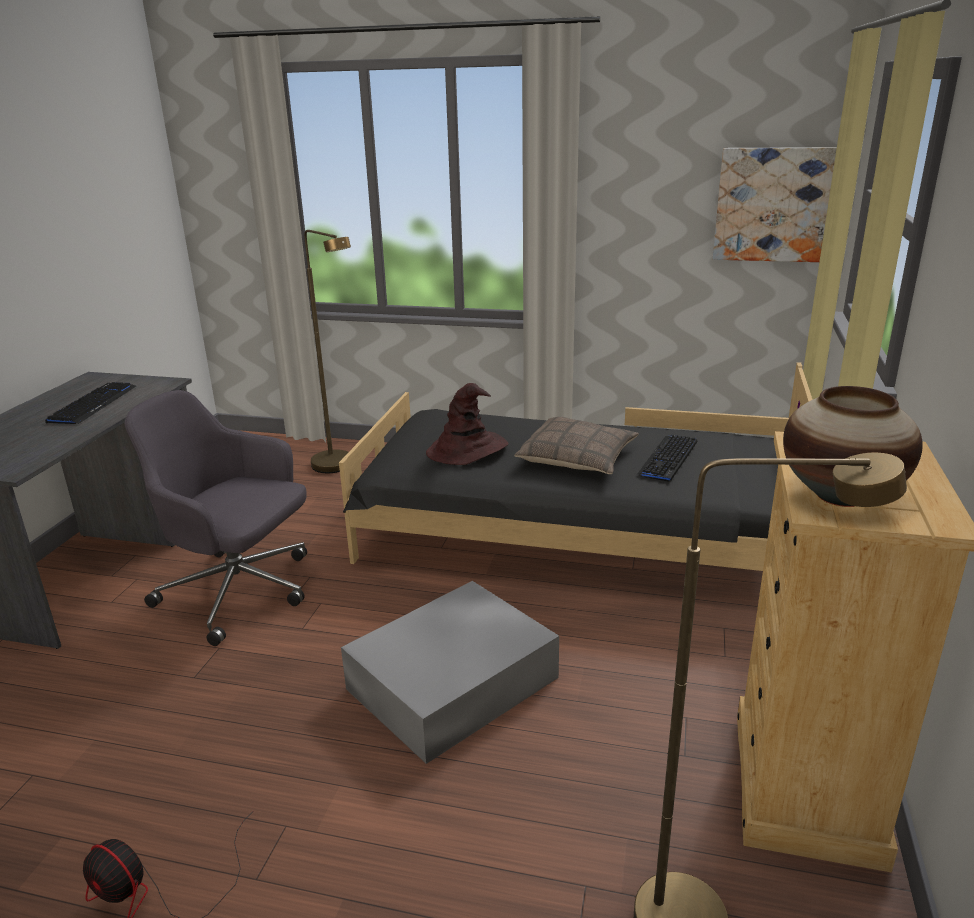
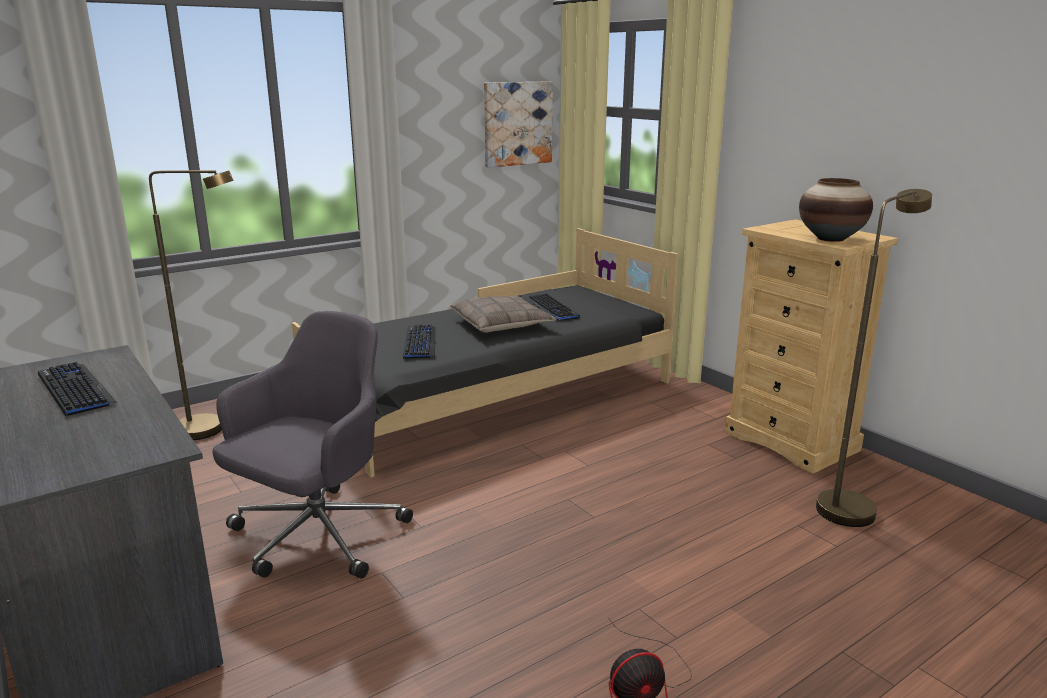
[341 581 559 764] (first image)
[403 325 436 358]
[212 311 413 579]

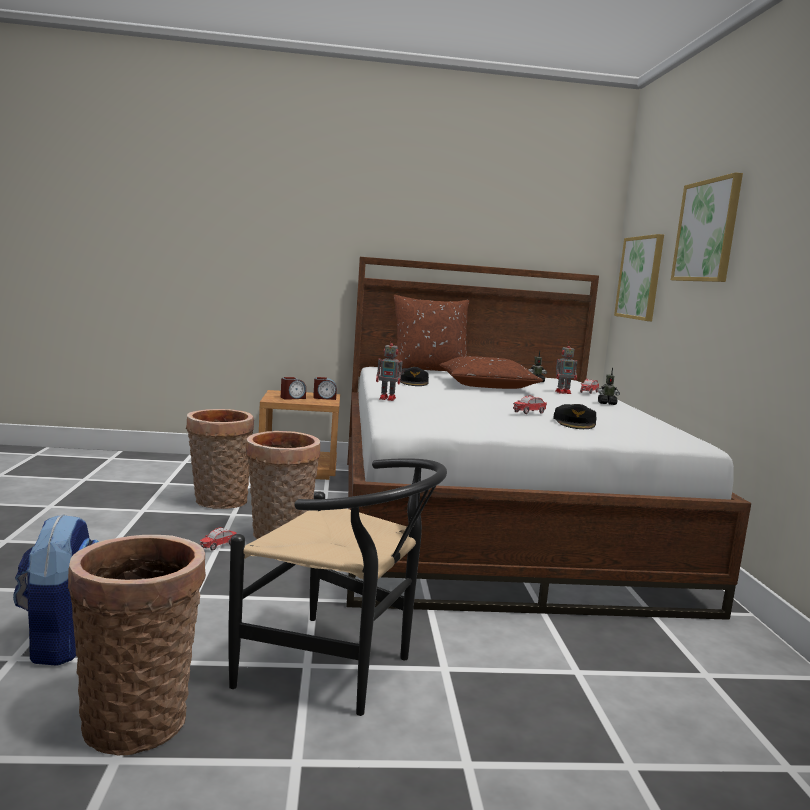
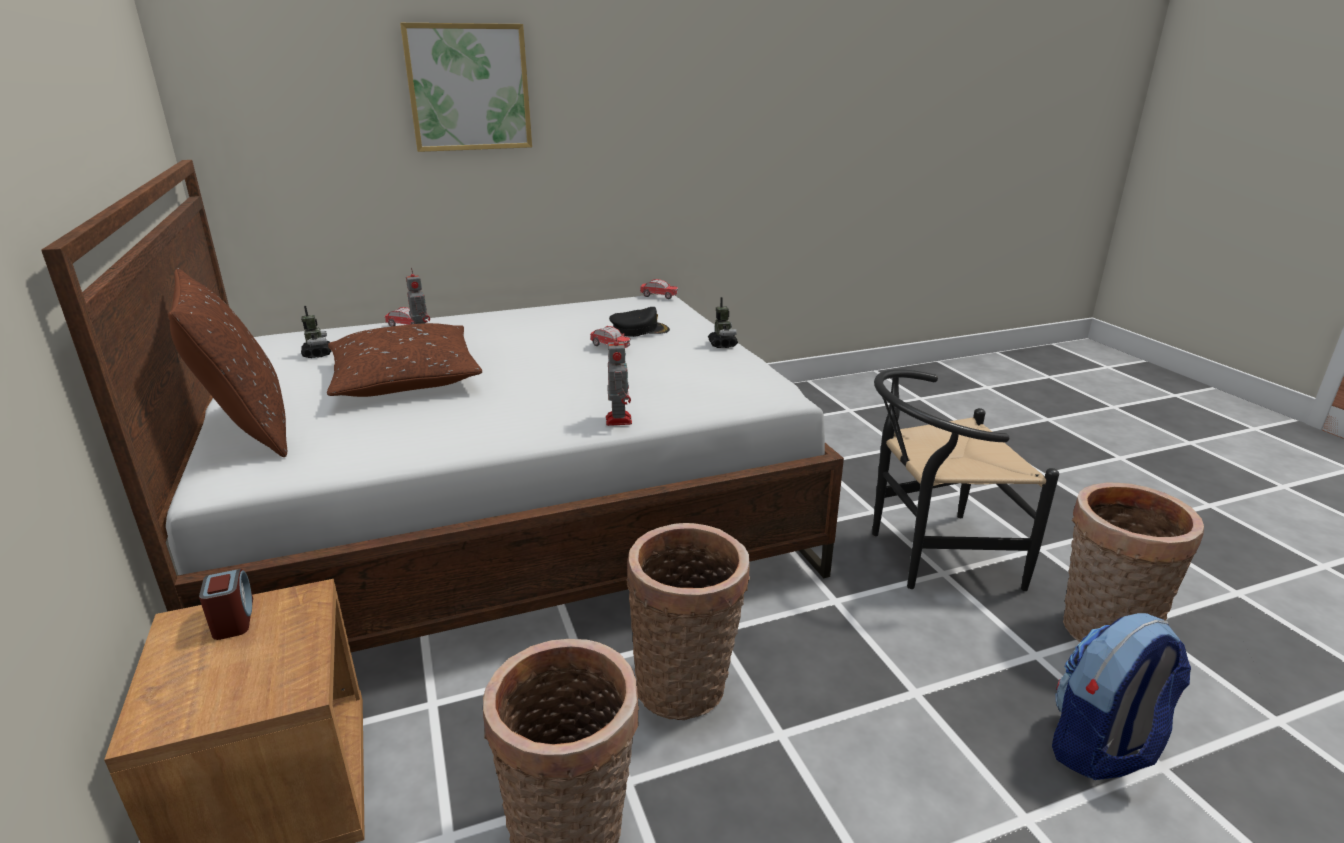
[281 377 306 400] (first image)
[398 367 429 386] (first image)
[614 234 664 321] (first image)
[640 279 678 299]
[708 297 738 348]
[872 369 1059 591]

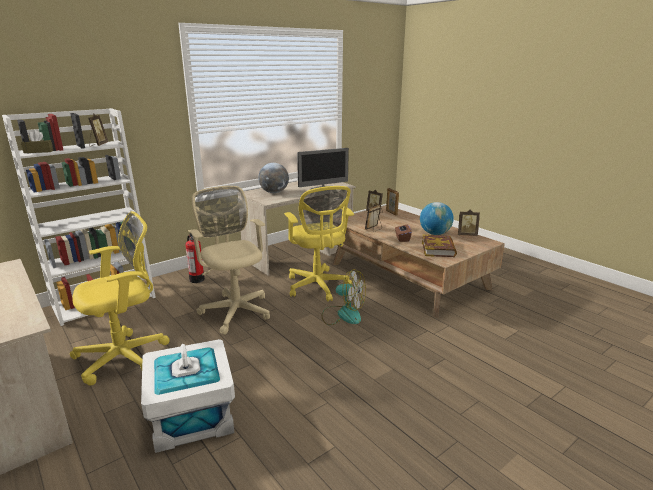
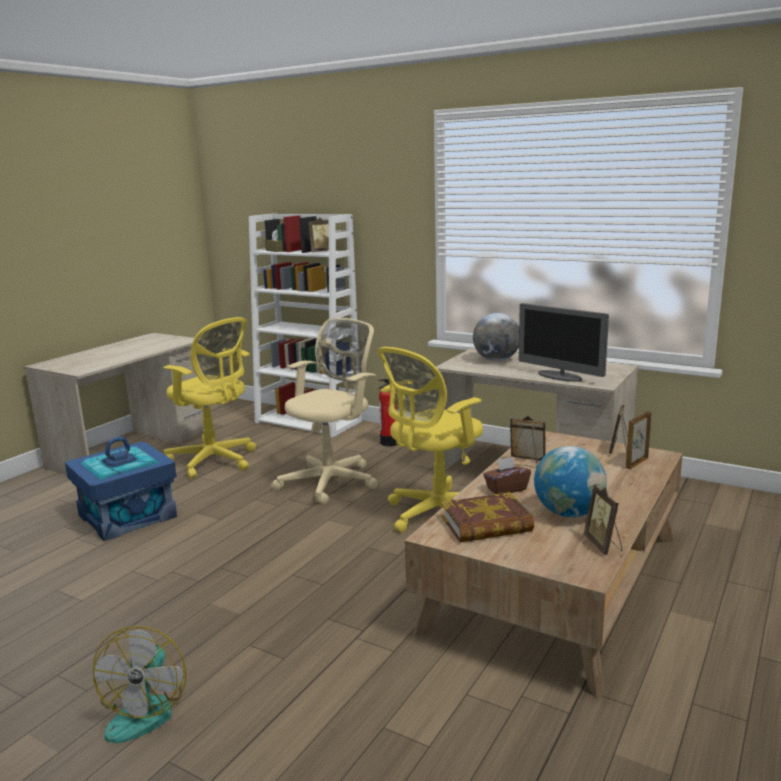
[93 626 186 743]
[65 437 178 541]

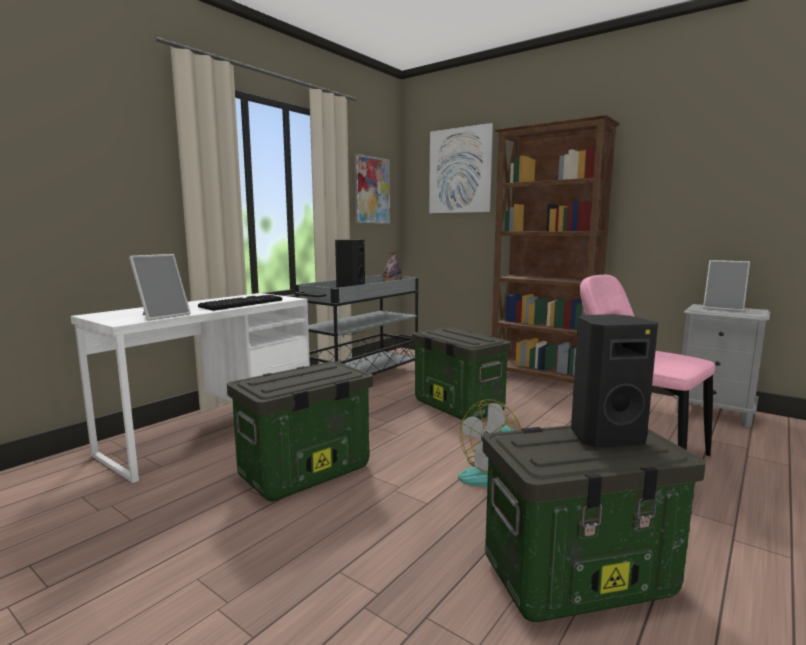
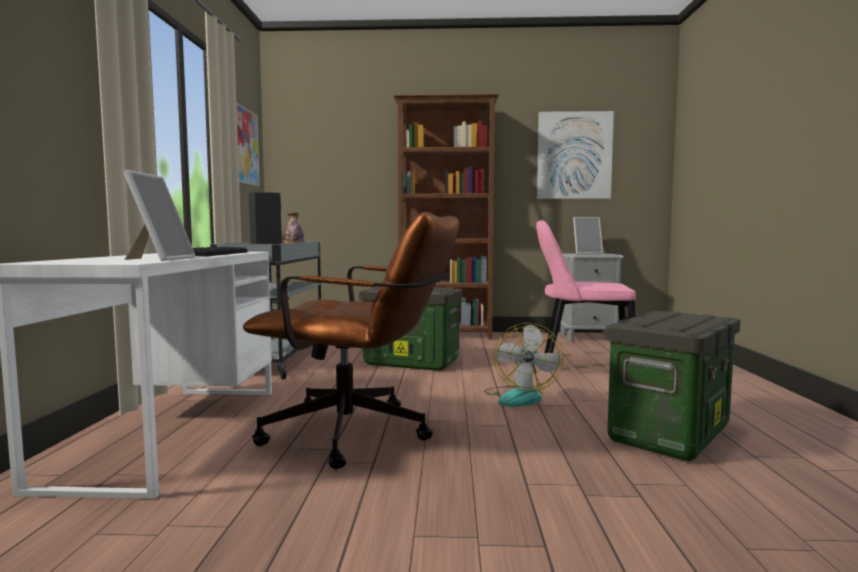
[571 314 658 447] (first image)
[537 111 614 199]
[243 212 459 469]

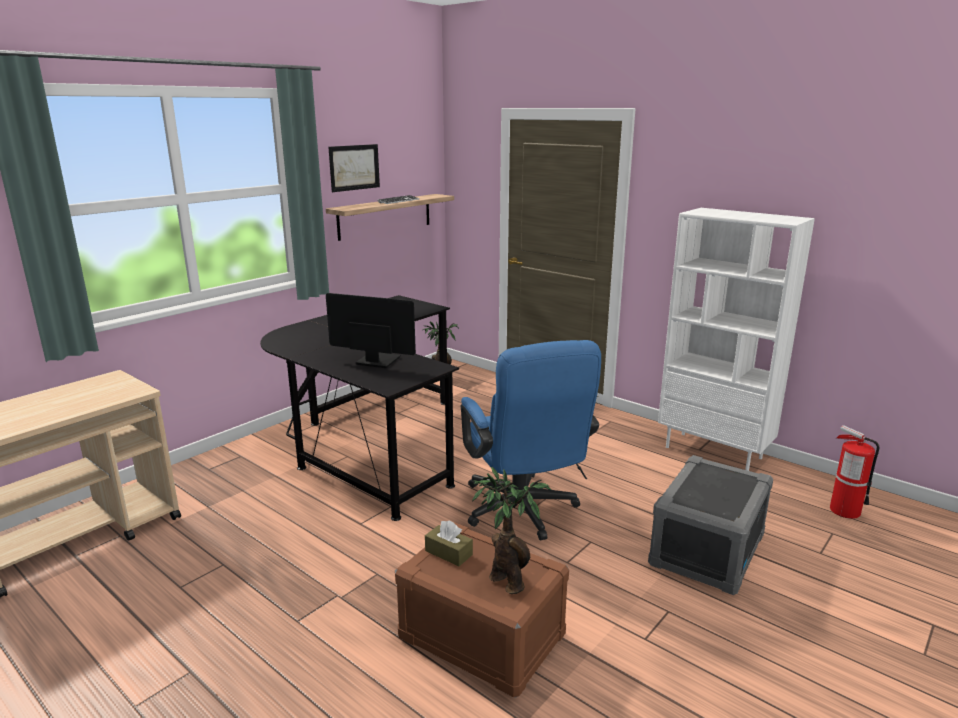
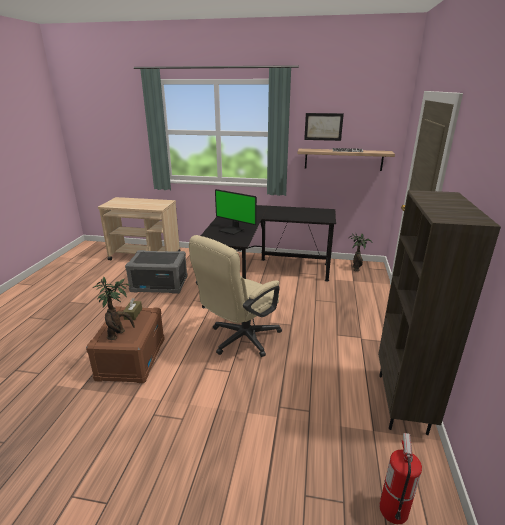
[125 250 188 294]
[189 235 282 357]
[378 190 501 435]
[215 189 257 235]

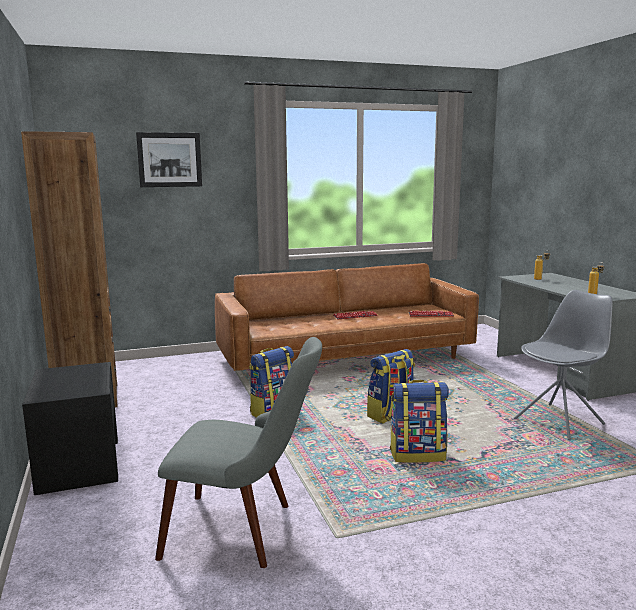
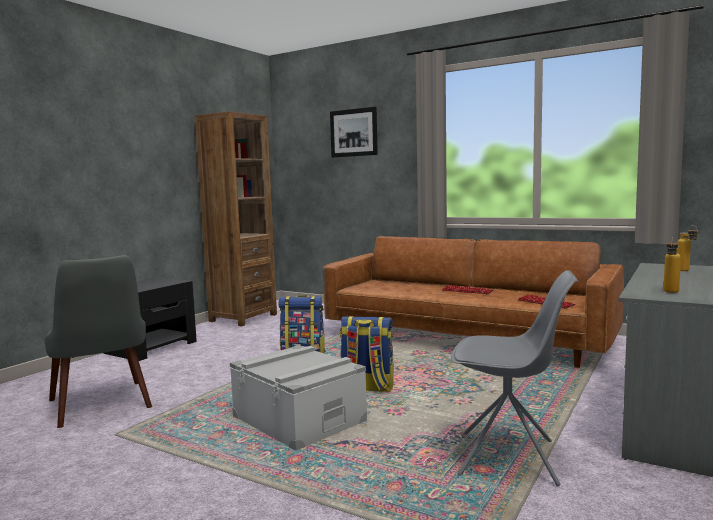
[230 345 367 451]

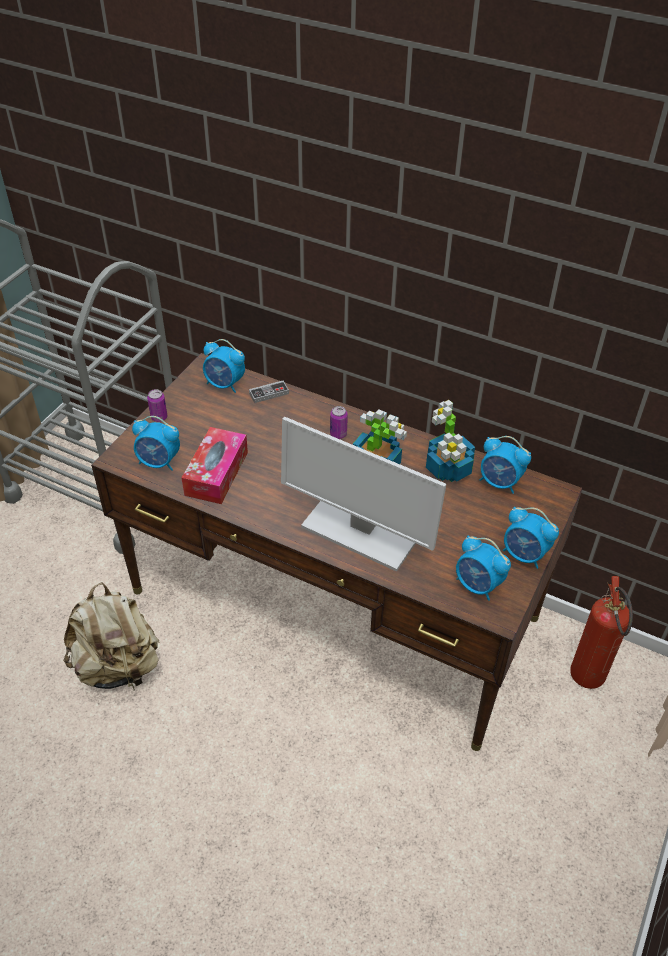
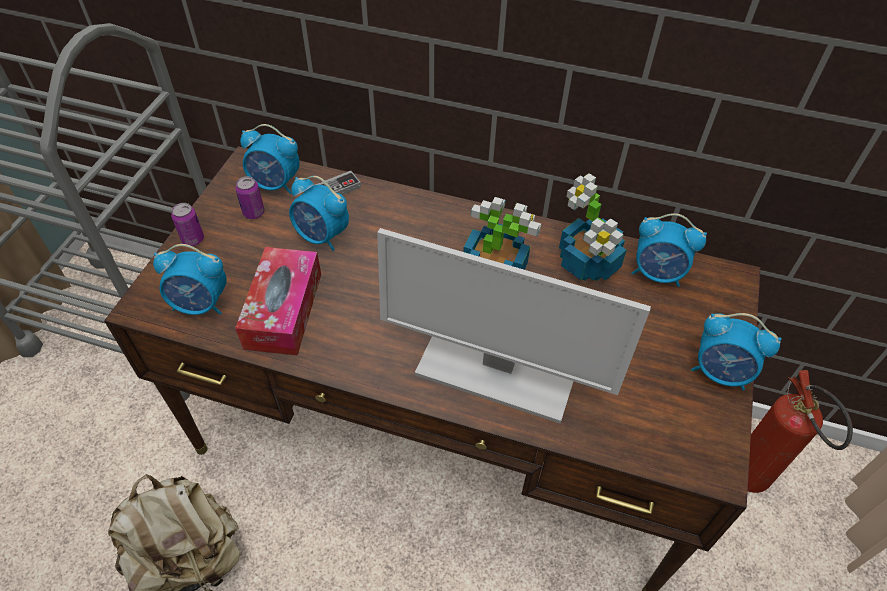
[235 176 264 219]
[289 176 349 251]

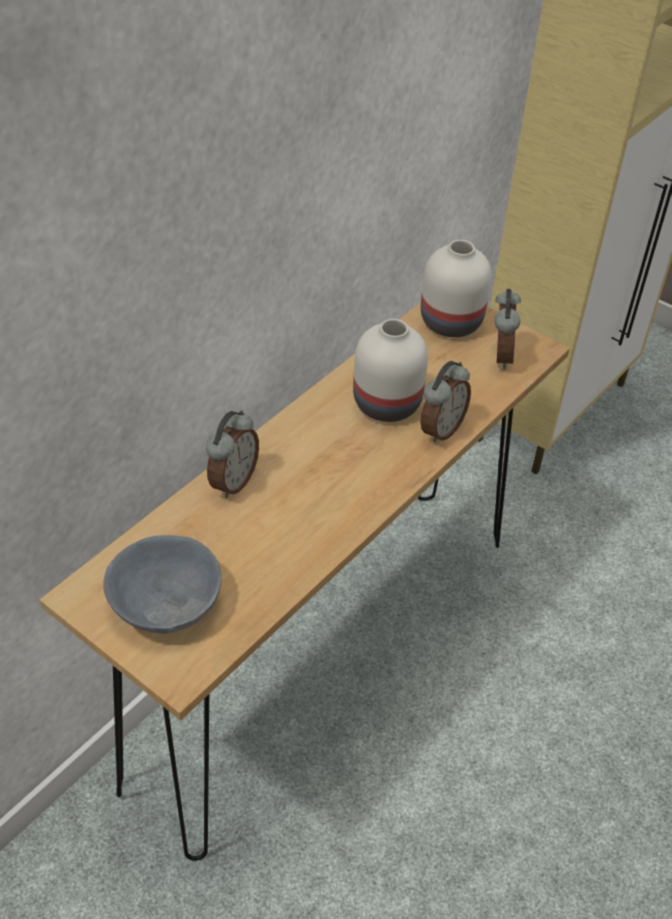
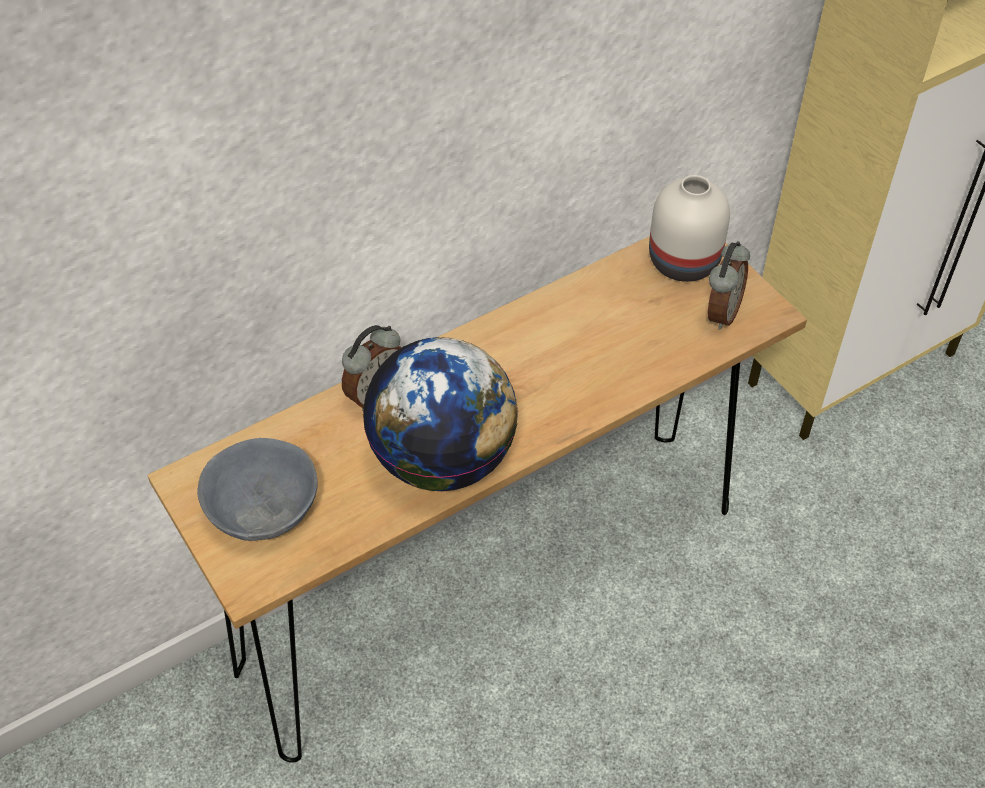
[353 319 428 422] (first image)
[420 361 471 444] (first image)
[363 337 518 491]

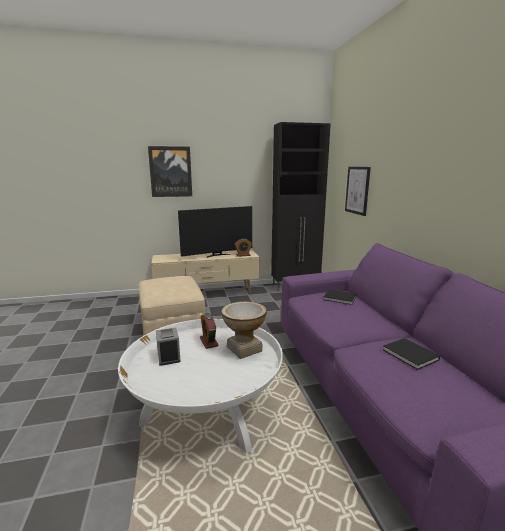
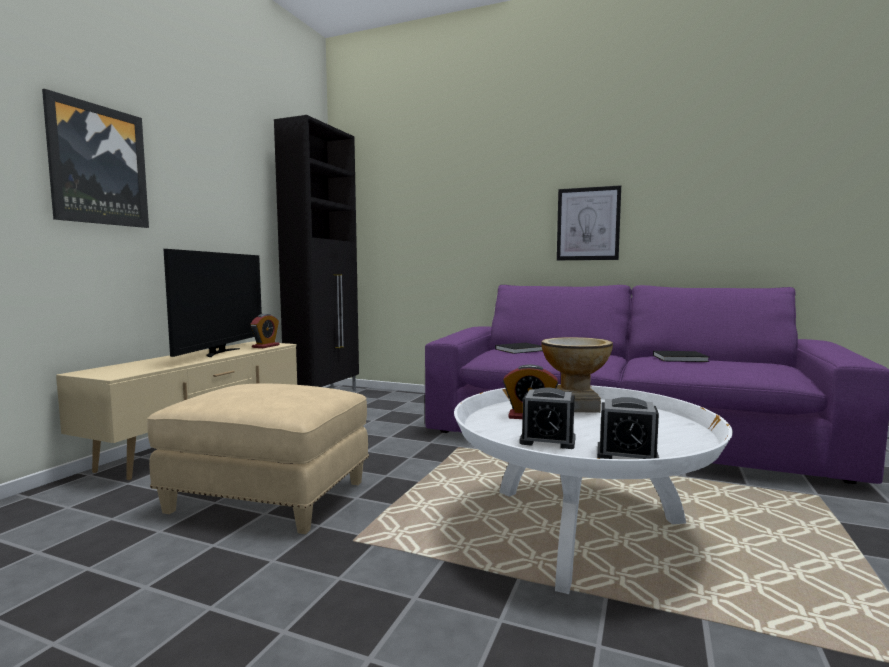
[597 397 659 459]
[557 185 621 260]

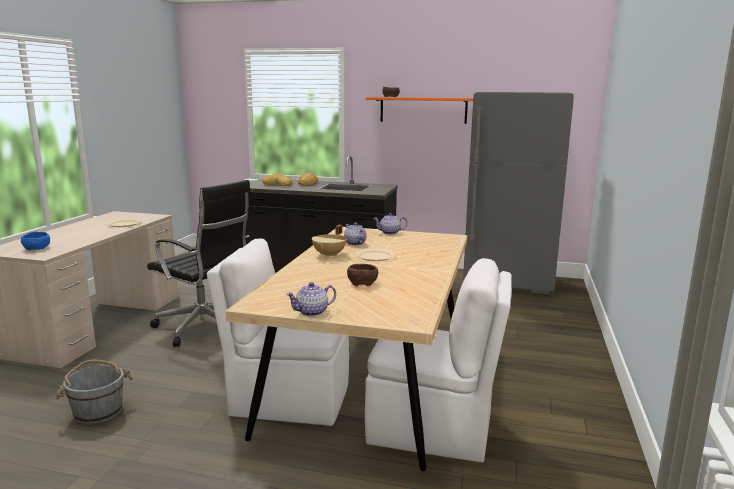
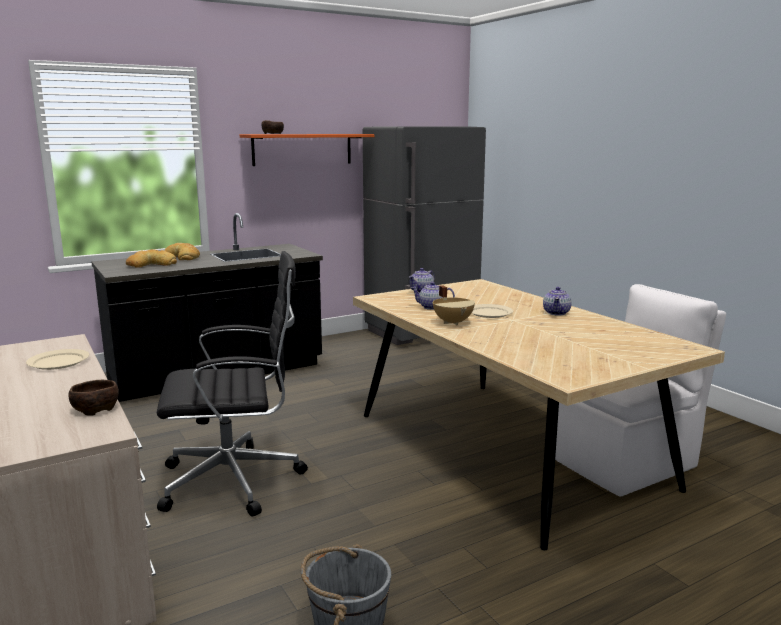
[21 232 50 250] (first image)
[207 238 349 426] (first image)
[543 287 572 315]
[68 380 119 416]

